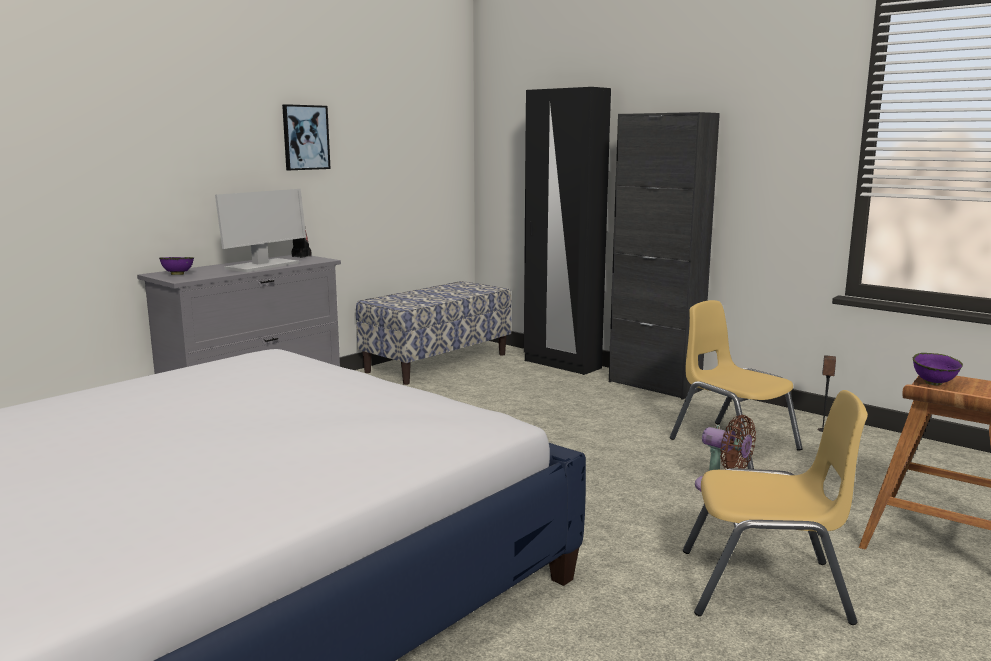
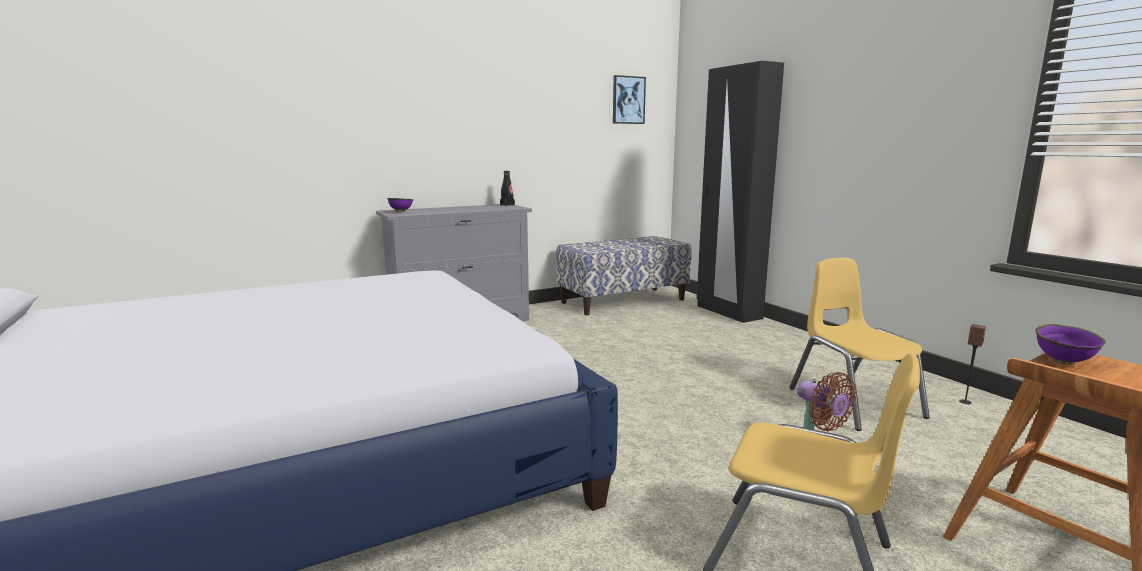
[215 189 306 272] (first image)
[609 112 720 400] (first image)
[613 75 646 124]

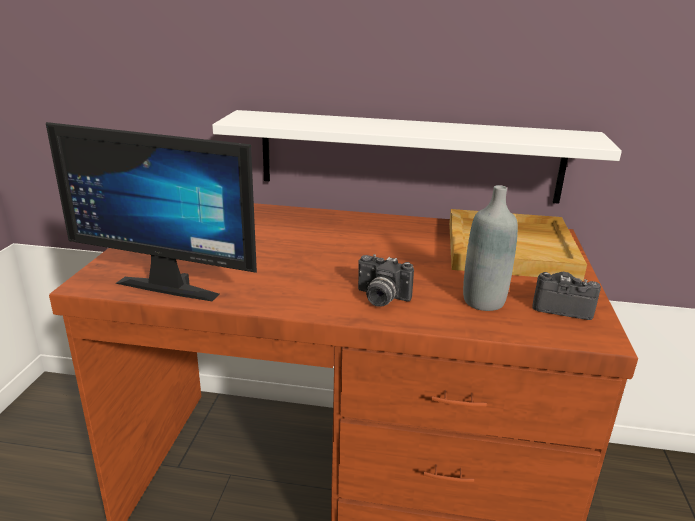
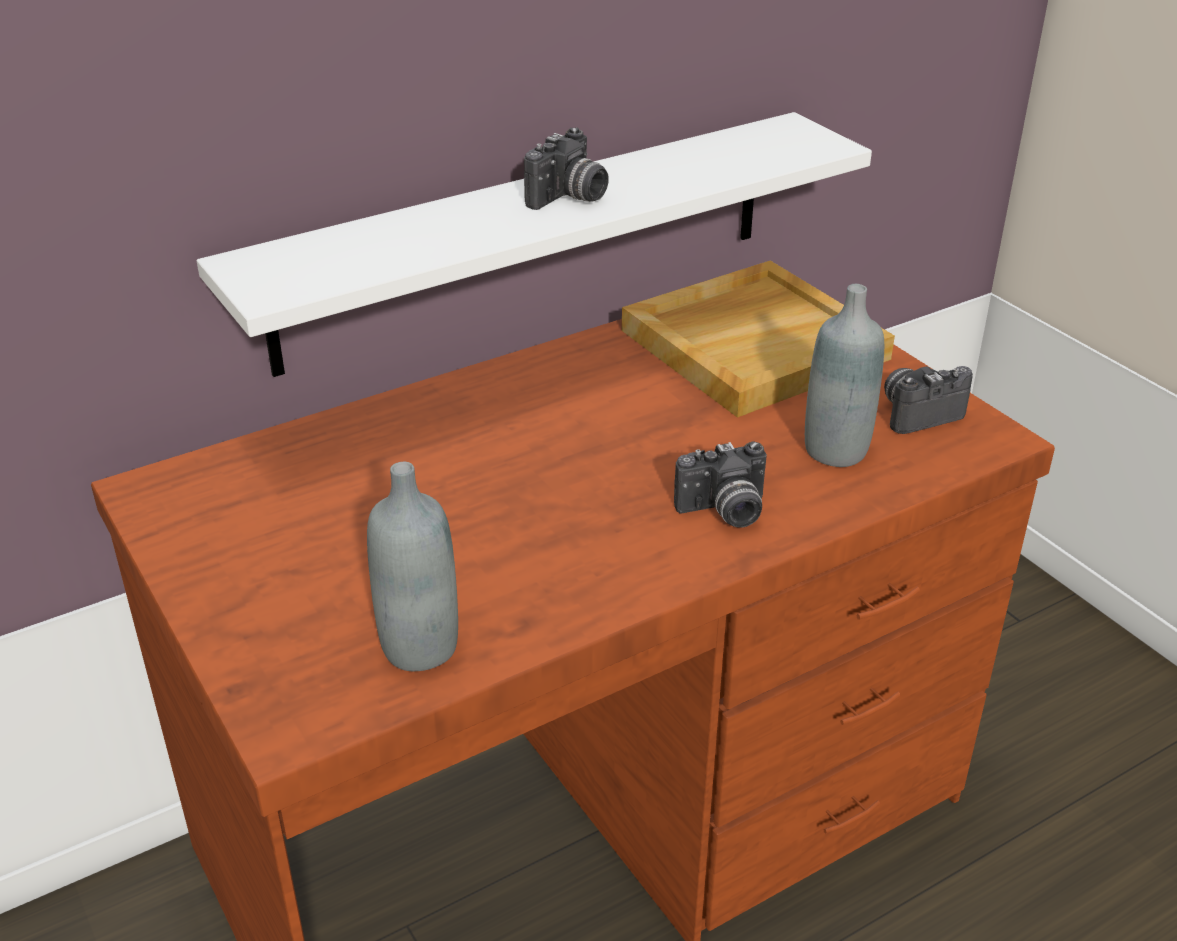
[524 127 609 210]
[367 462 458 671]

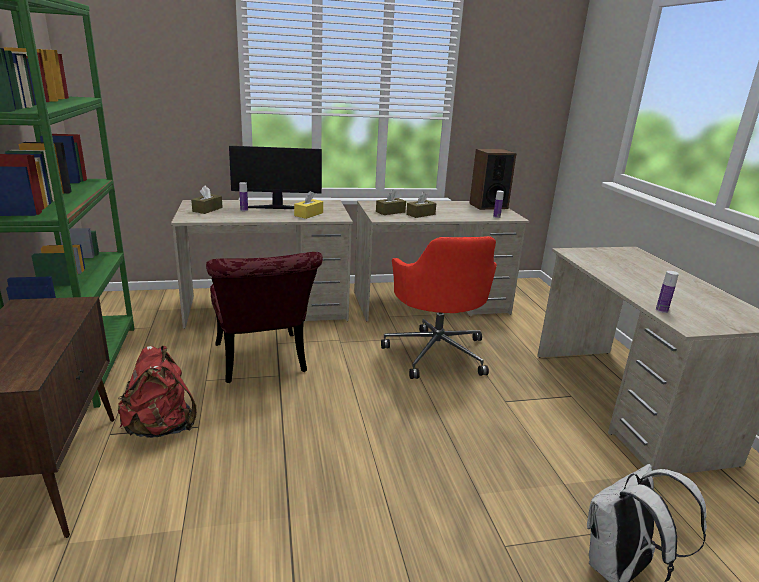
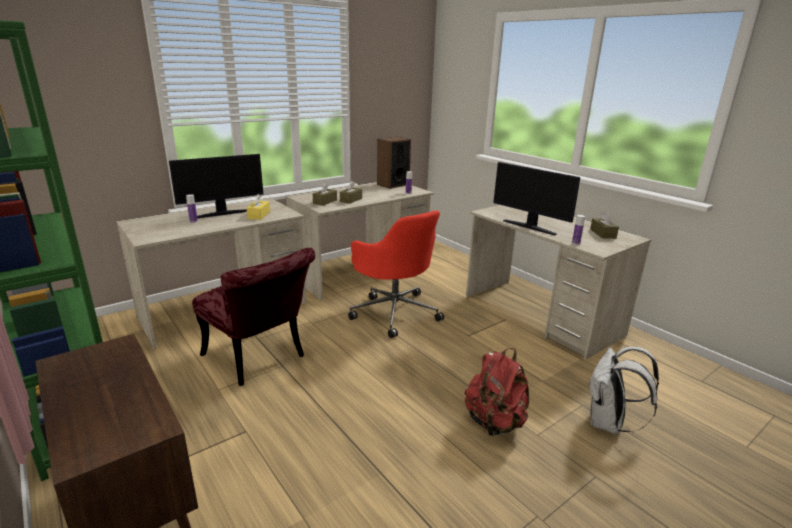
[493 162 580 235]
[465 348 529 436]
[590 211 619 239]

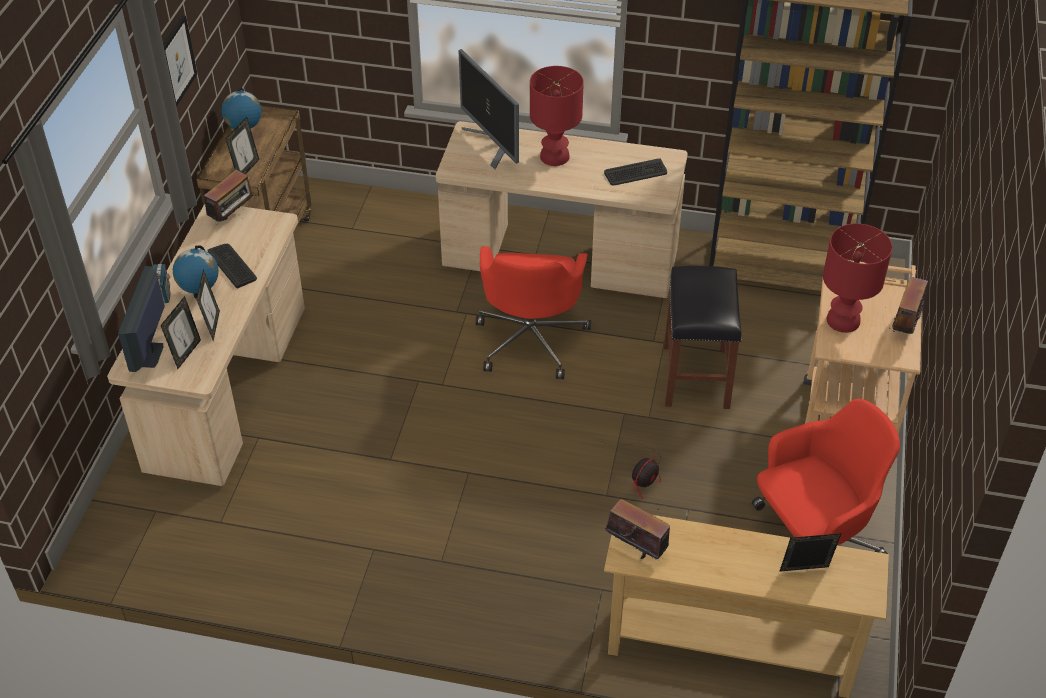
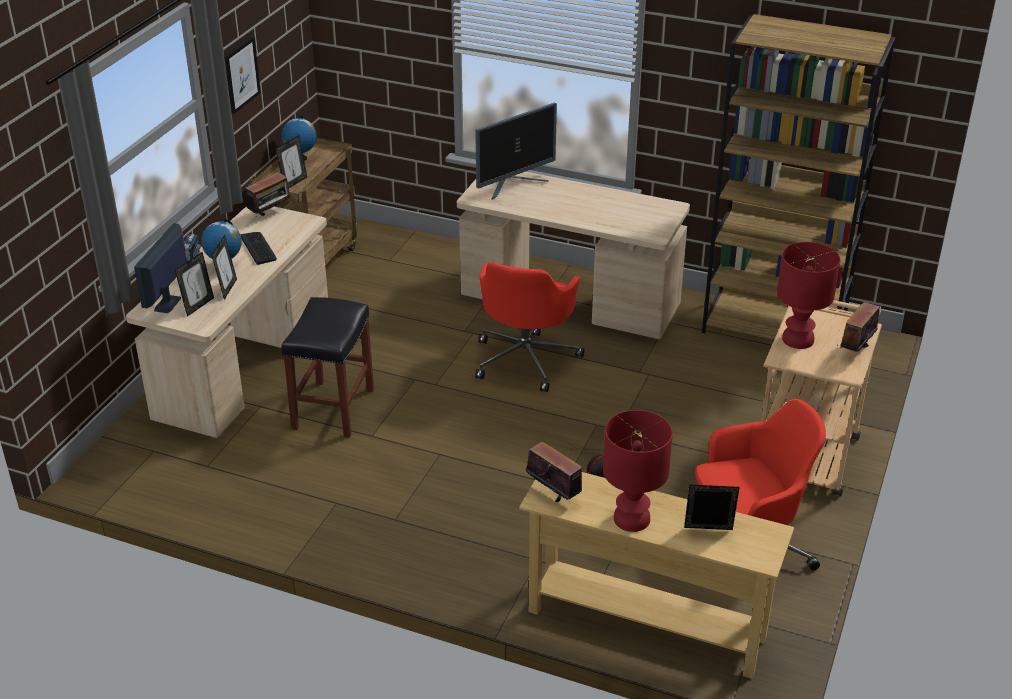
[604 158 667 185] (first image)
[603 410 673 532]
[282 297 374 438]
[475 102 557 199]

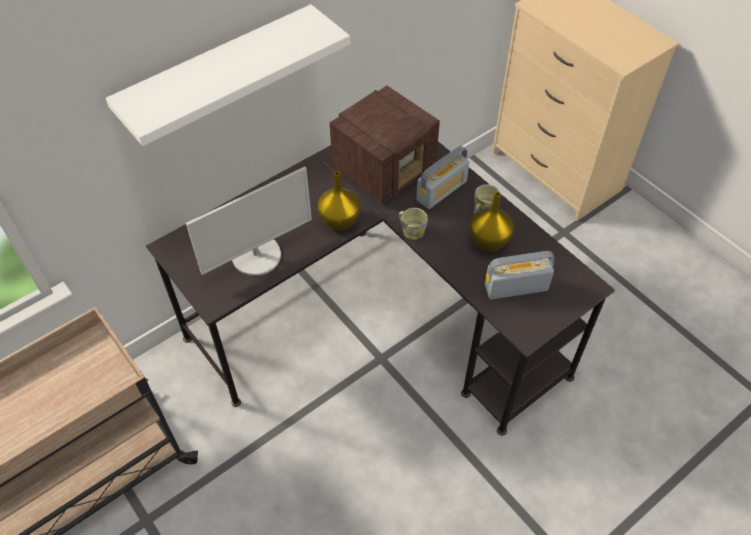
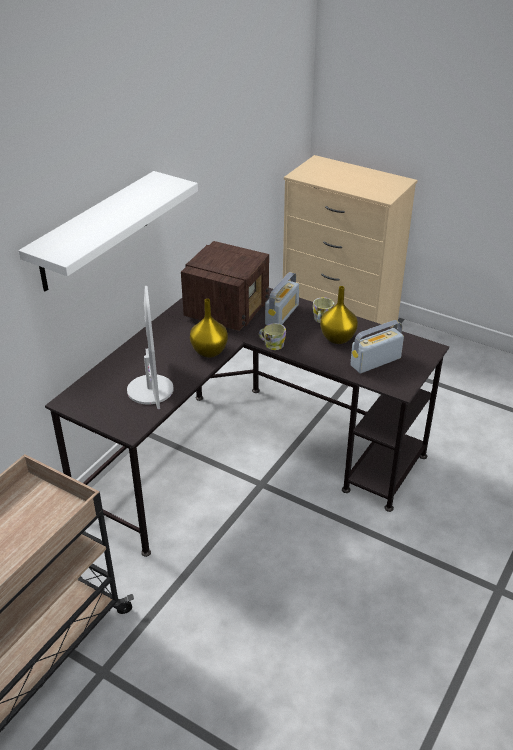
[127 286 174 409]

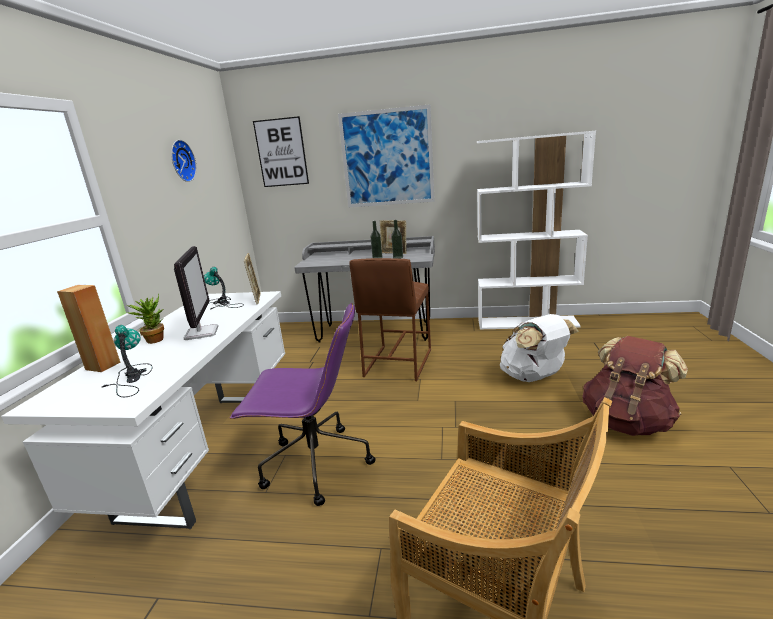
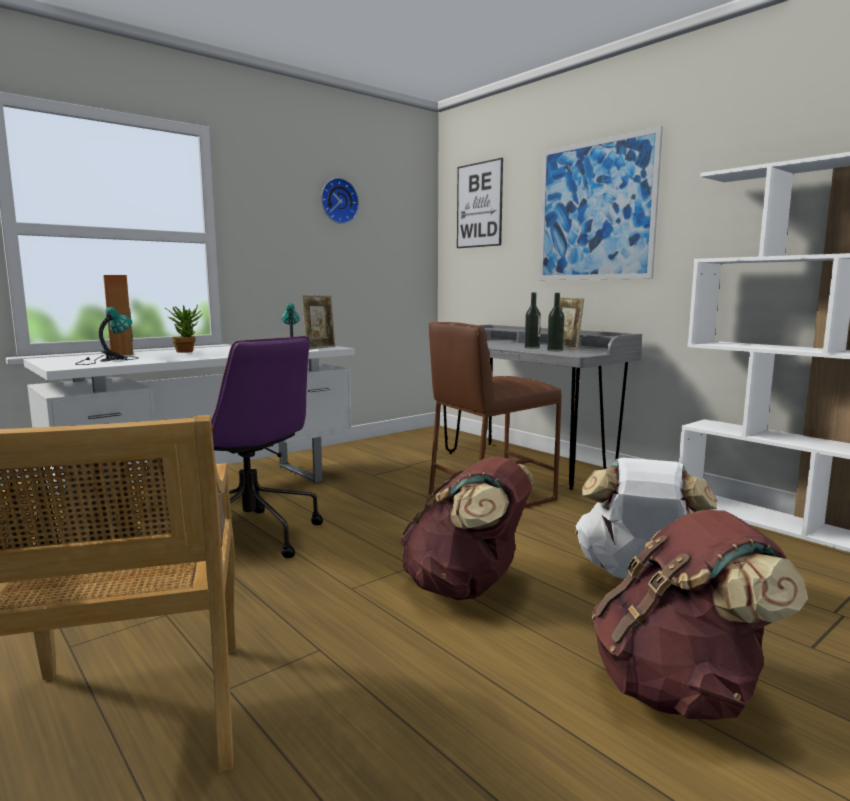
[174 246 218 340] (first image)
[400 457 534 600]

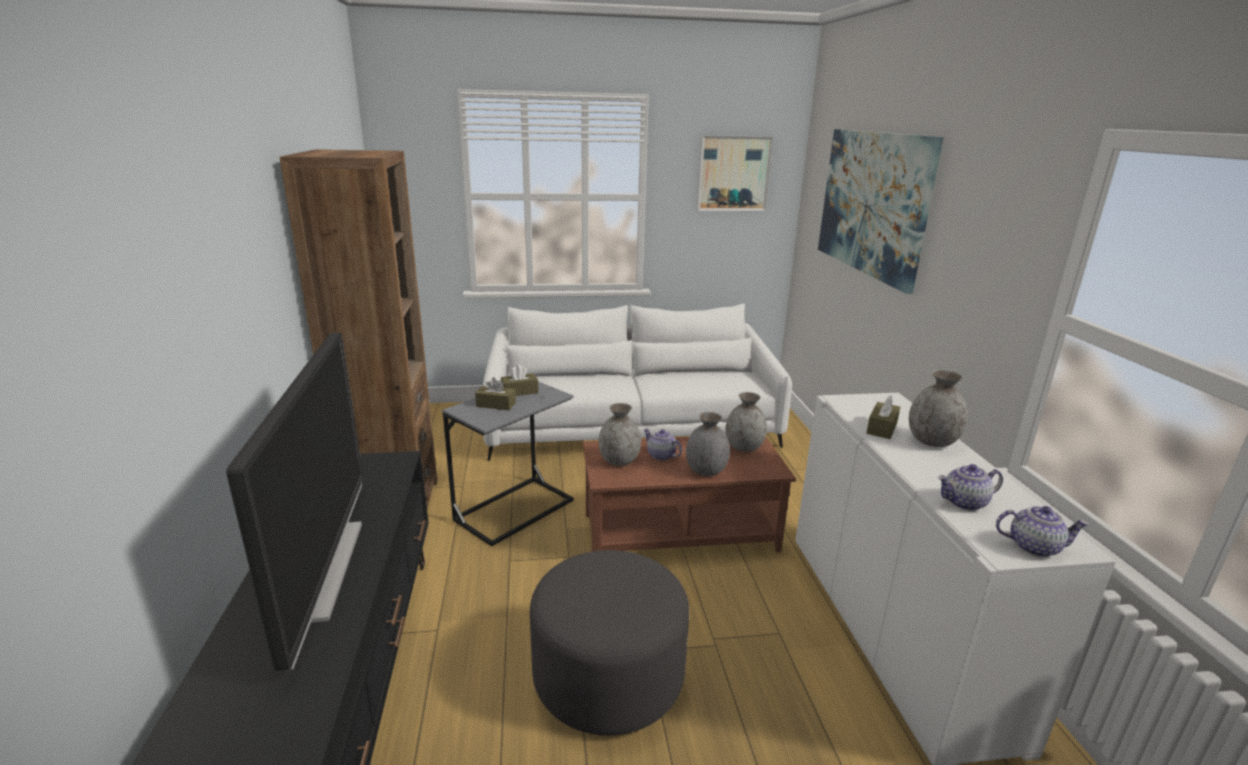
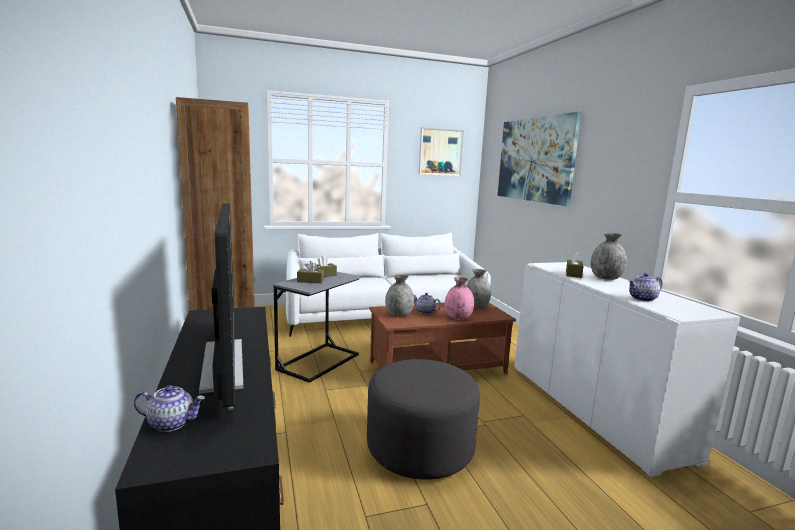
[134 385 205 432]
[445 277 474 320]

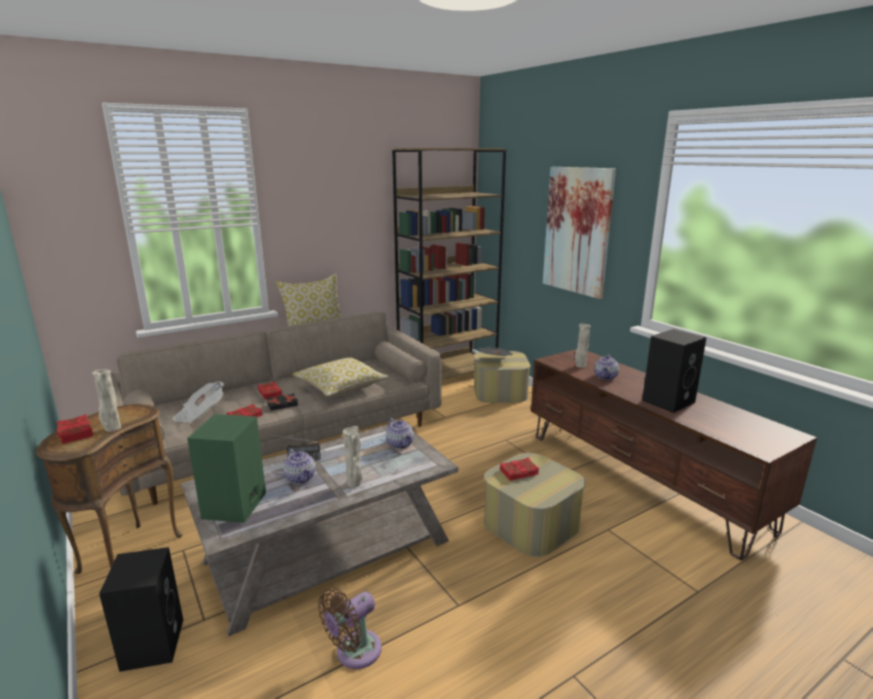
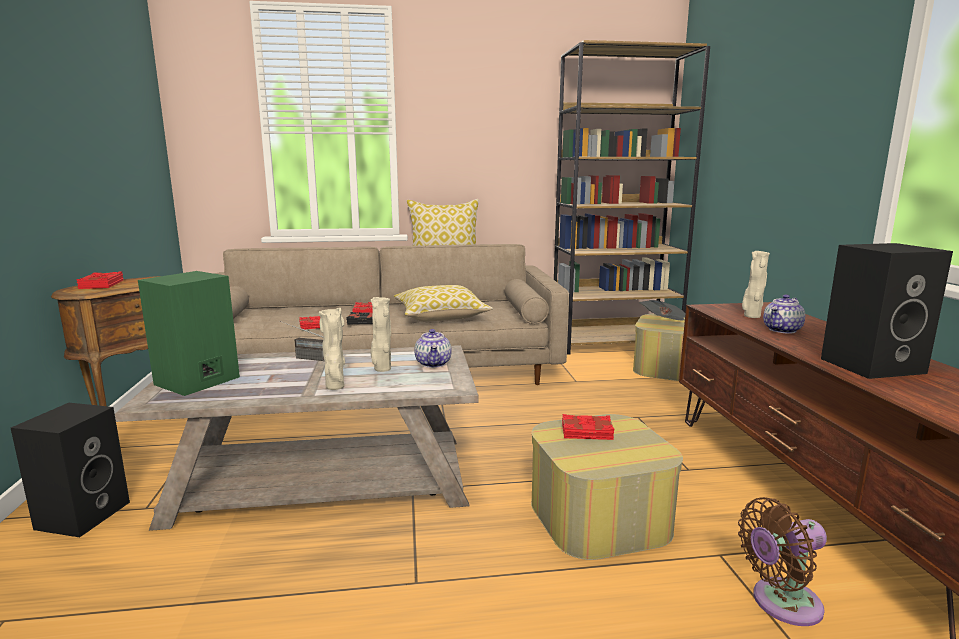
[172 381 224 424] (first image)
[283 448 316 484] (first image)
[543 167 616 299] (first image)
[370 297 391 372]
[738 497 827 626]

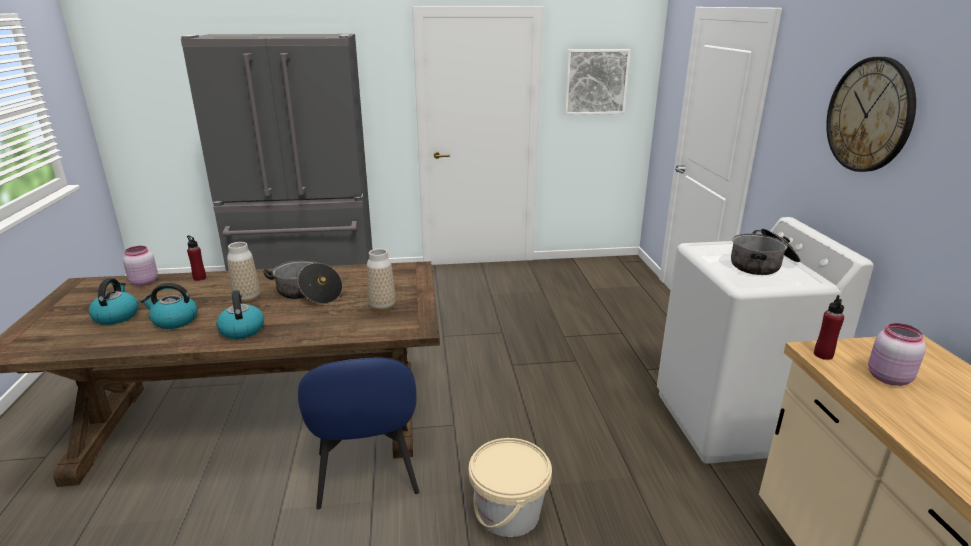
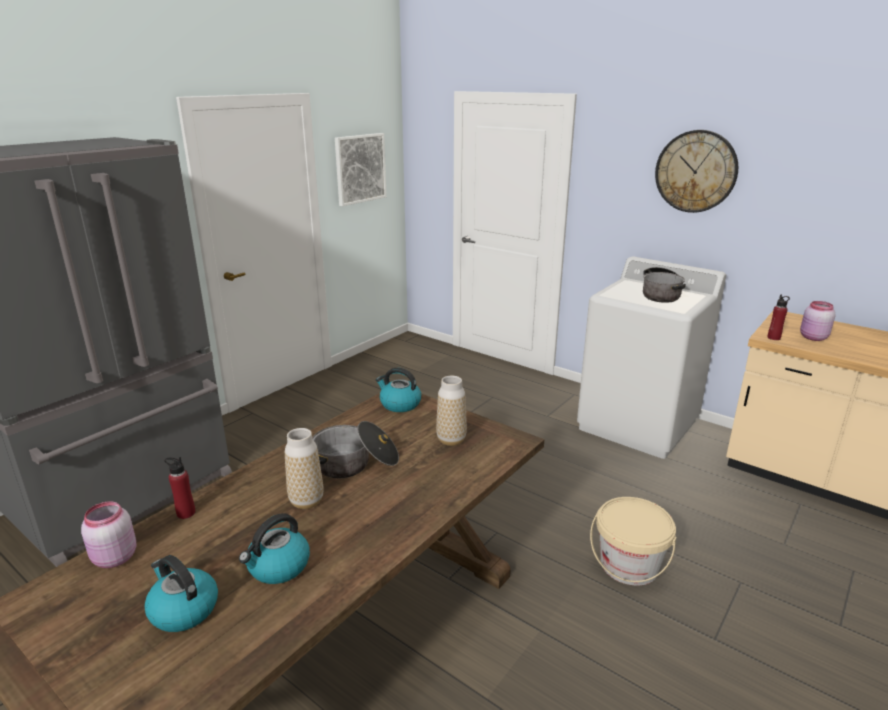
[298 358 419 509] (first image)
[375 368 421 412]

